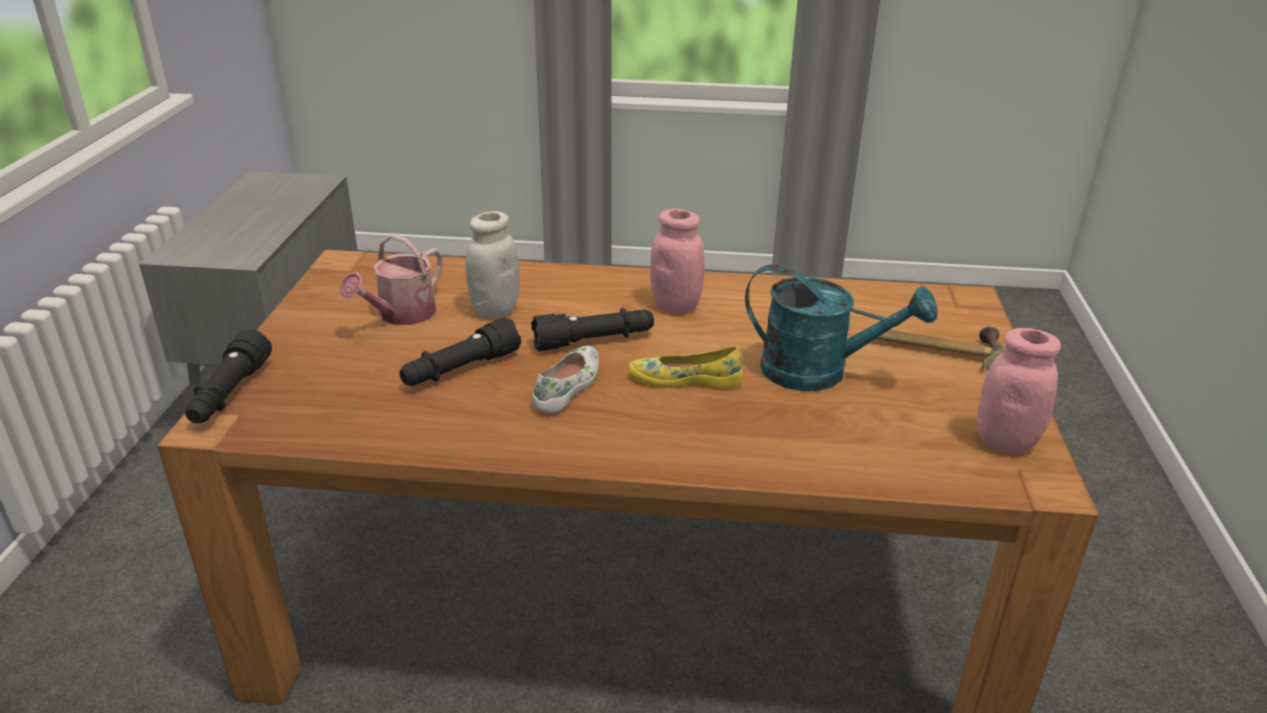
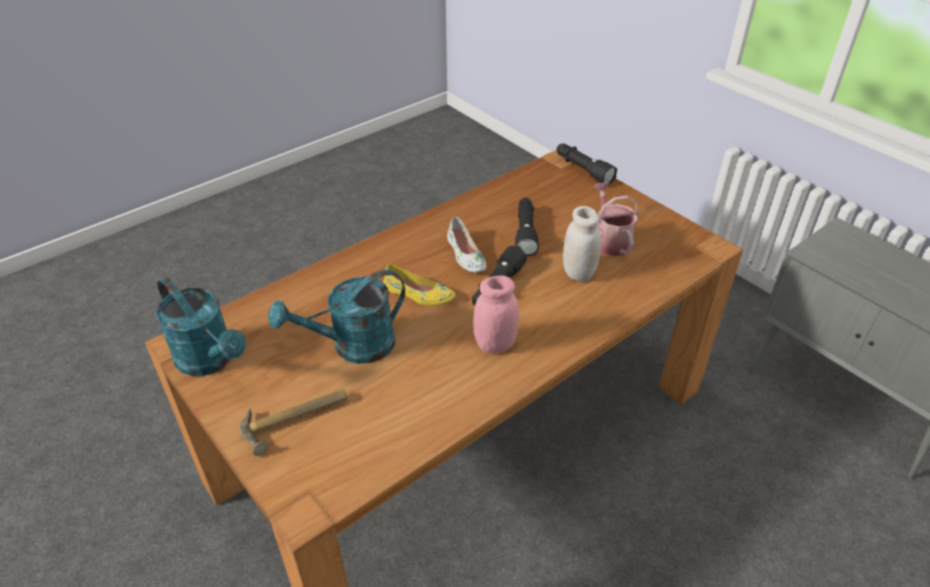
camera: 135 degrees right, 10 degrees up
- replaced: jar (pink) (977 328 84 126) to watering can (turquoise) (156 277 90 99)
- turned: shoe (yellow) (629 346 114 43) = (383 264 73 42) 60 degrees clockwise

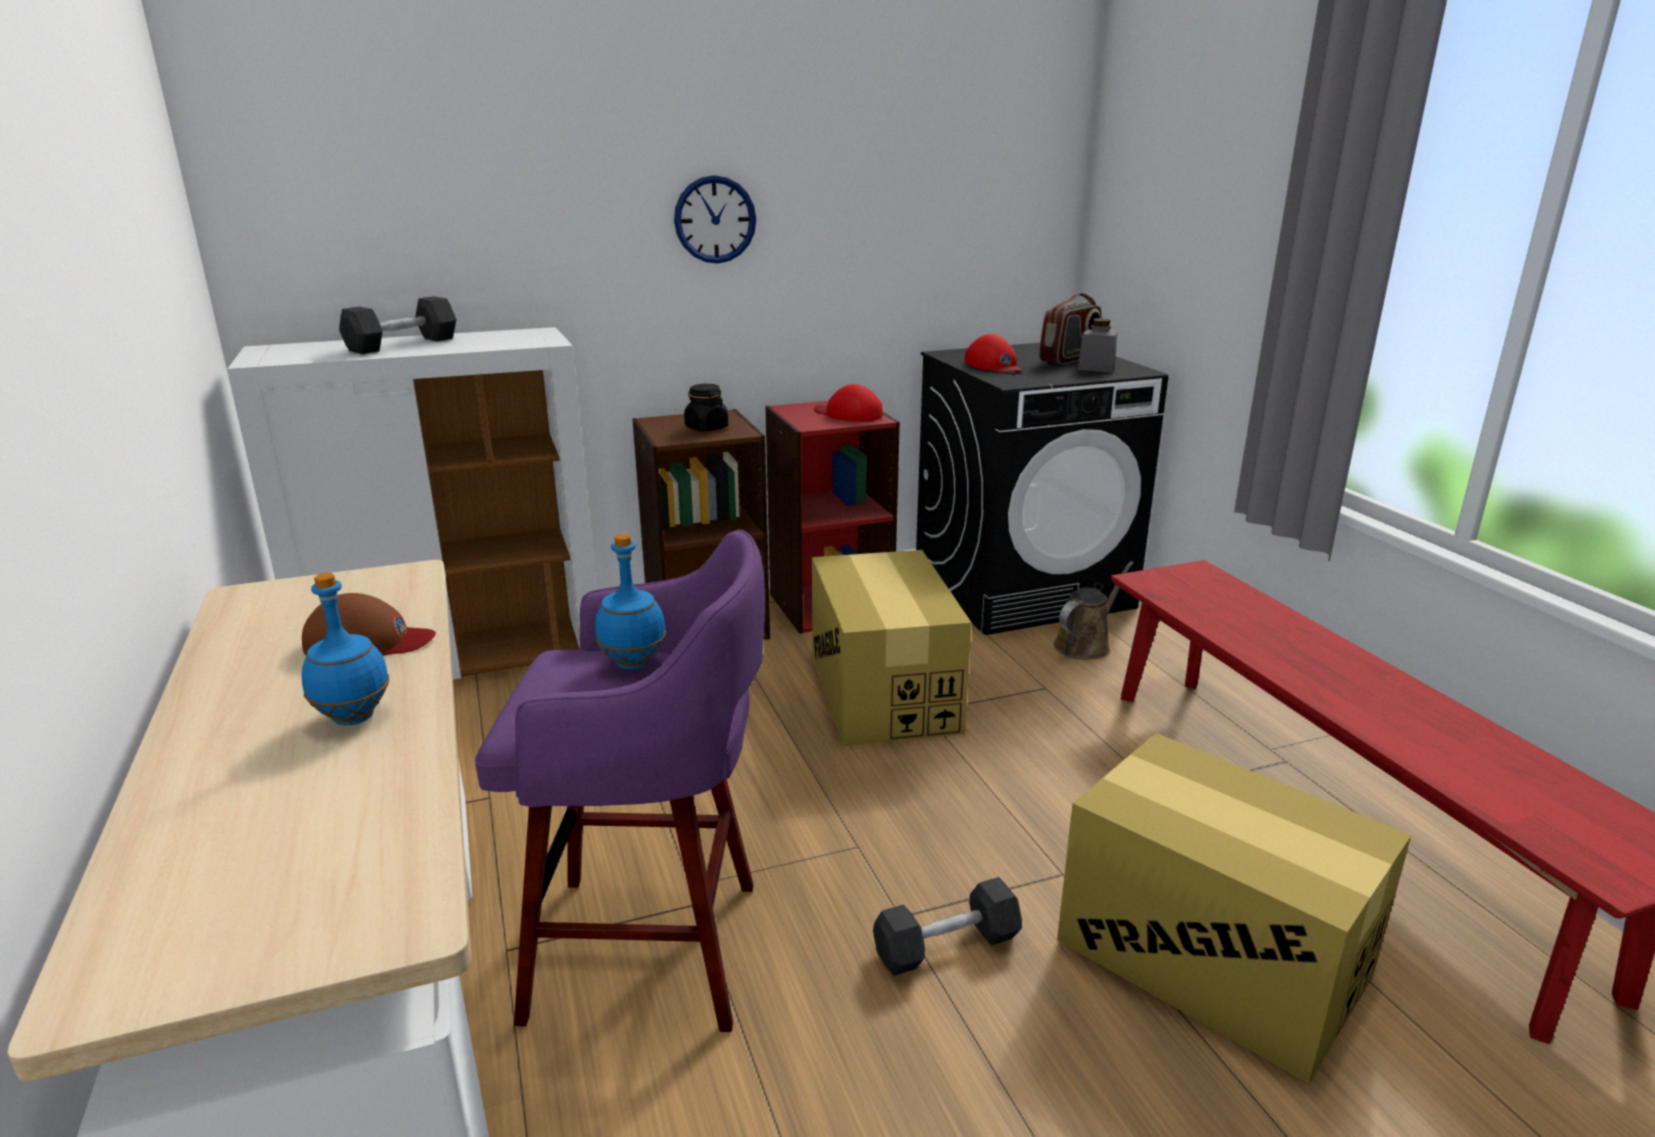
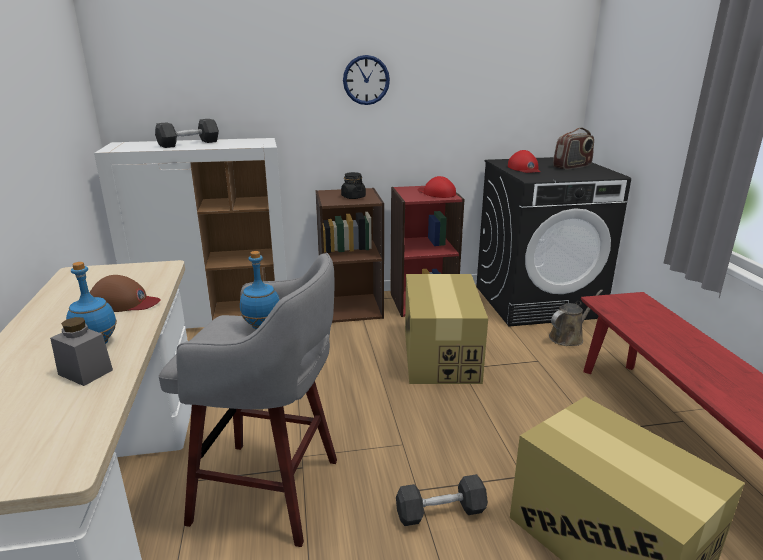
camera: 10 degrees right, 0 degrees up
- moved: jar (grey) (1078 318 40 55) to (50 317 63 69)
- recoloured: stool (purple) (475 529 290 503) to stool (grey) (159 253 178 294)

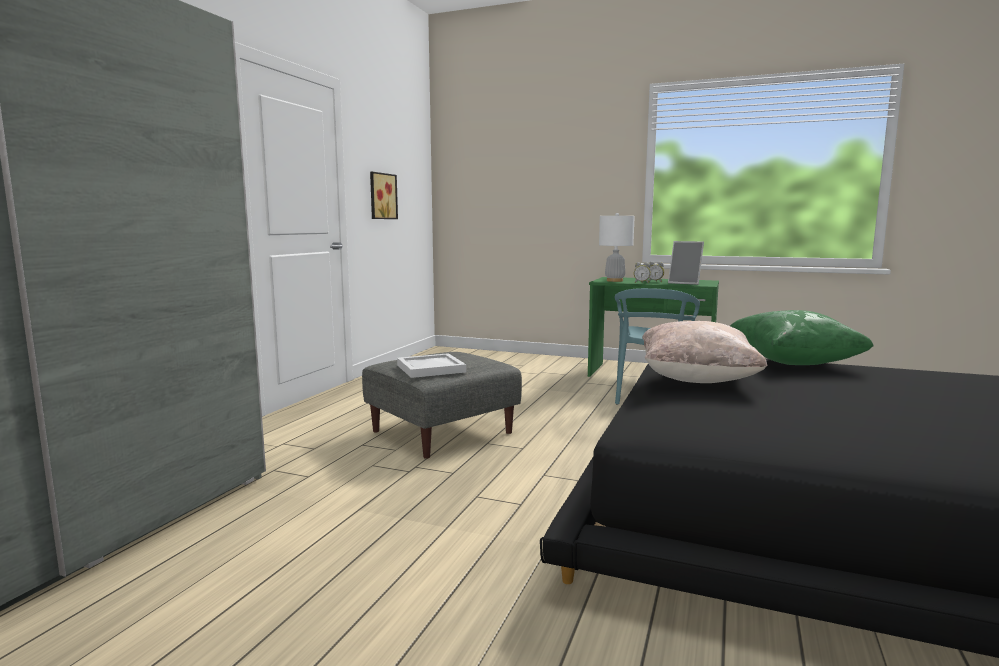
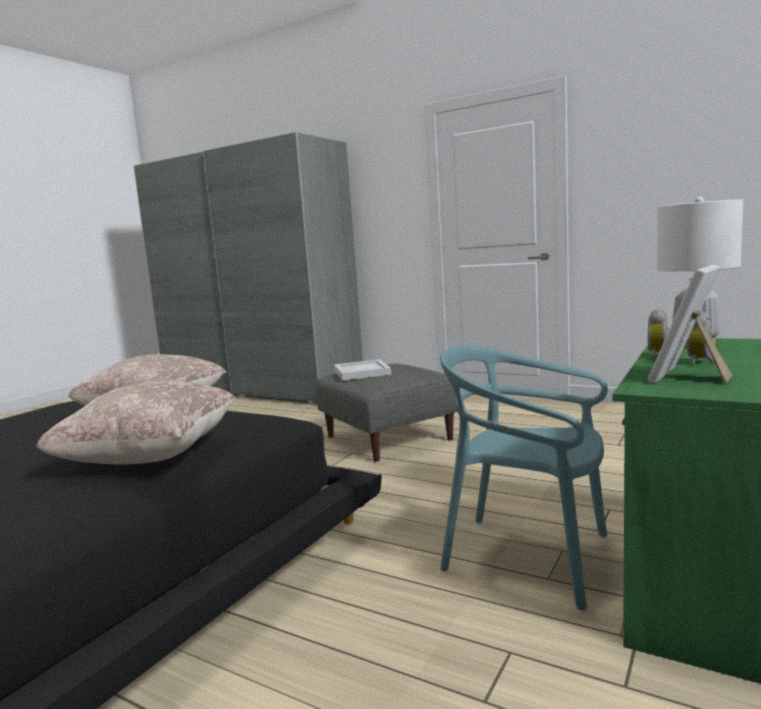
camera: 100 degrees right, 0 degrees up
- recoloured: pillow (green) (730 310 144 55) to pillow (beige) (36 382 201 82)
- removed: picture (370 172 28 47)

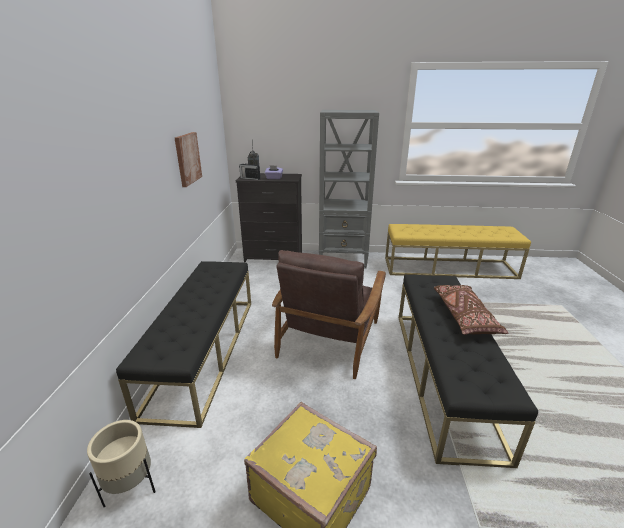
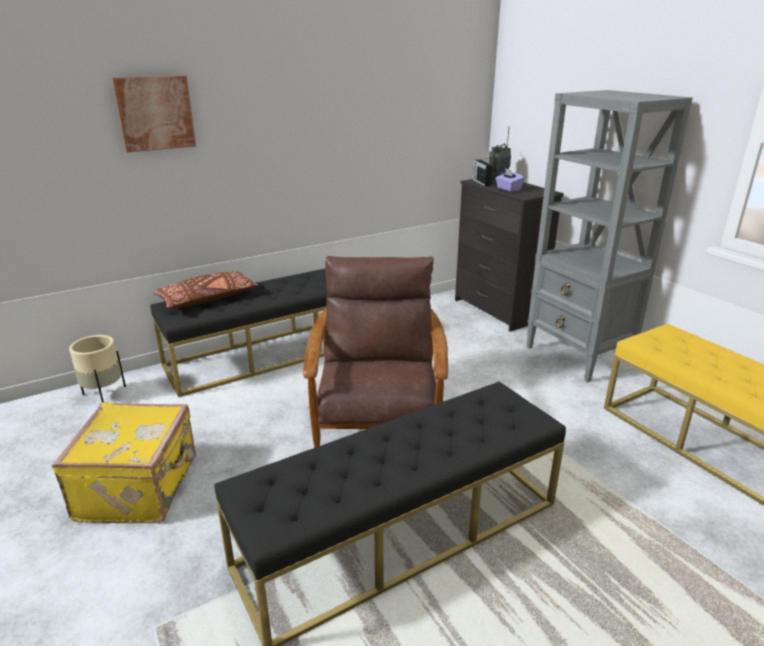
camera: 55 degrees right, 0 degrees up
- moved: picture (175 132 27 55) to (112 75 84 78)
- moved: pillow (brown) (434 285 74 50) to (153 271 105 37)
- turned: armchair (brown) (272 250 114 129) = (303 256 145 192) 105 degrees clockwise

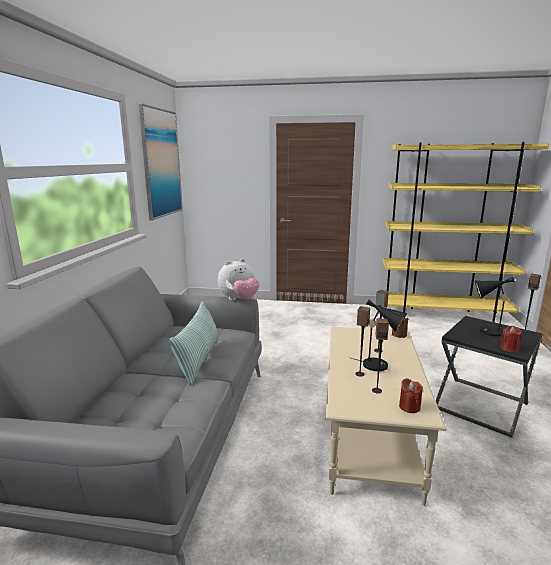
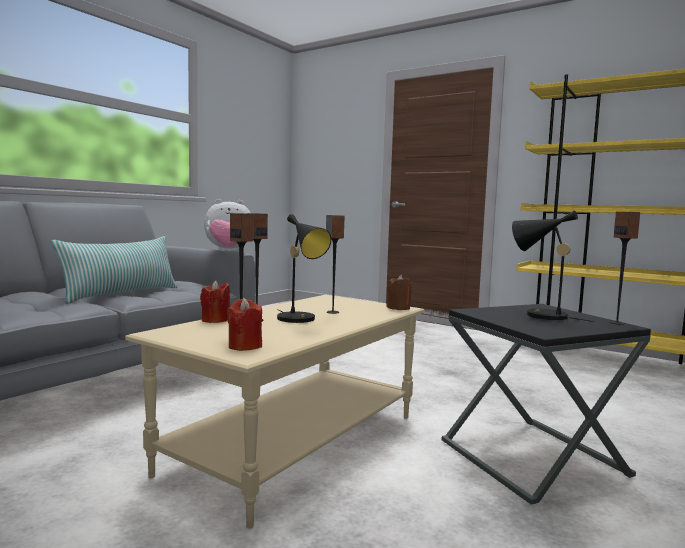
camera: 25 degrees right, 10 degrees down
- moved: candle (red) (500 326 22 26) to (200 281 30 42)
- removed: picture (139 103 44 117)

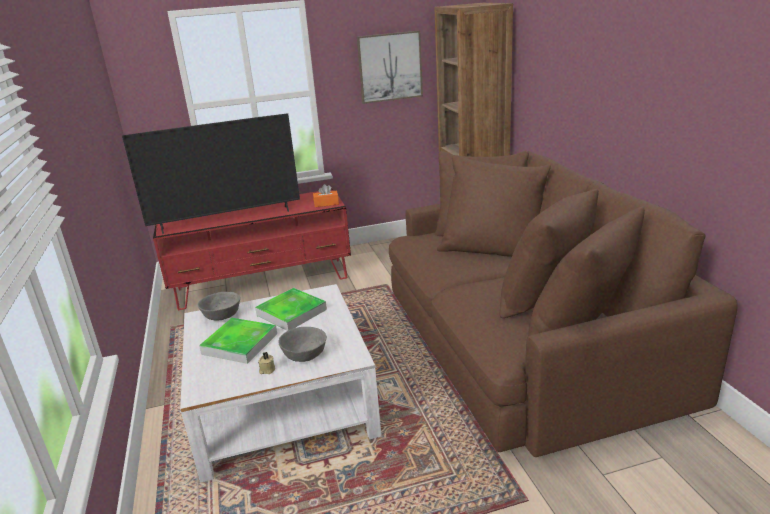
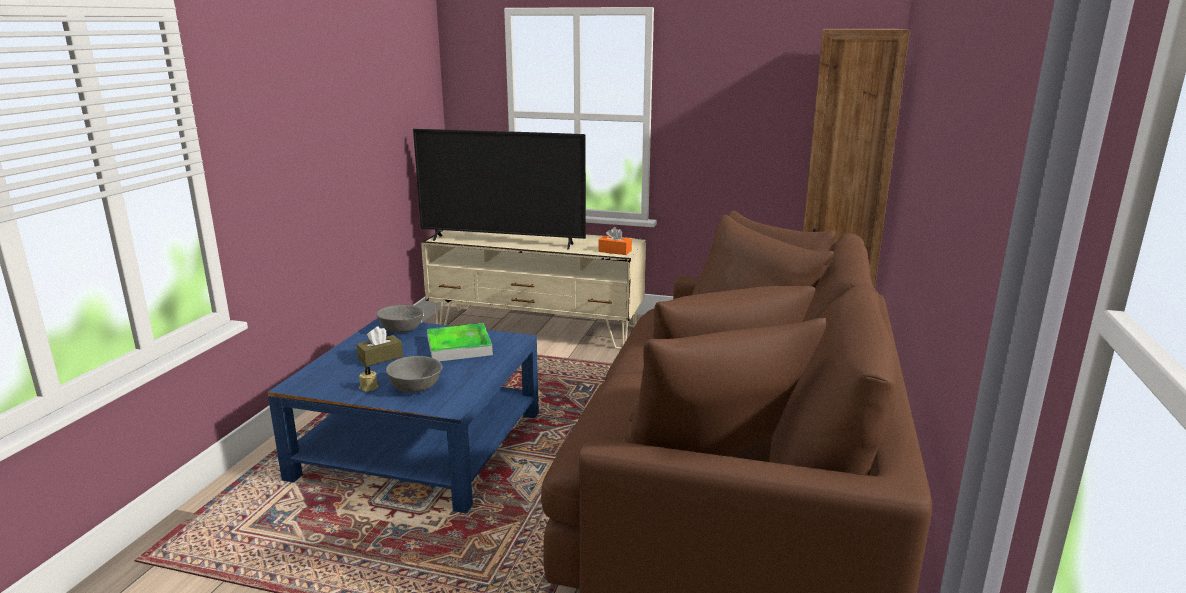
camera: 30 degrees right, 5 degrees down
- recoloured: coffee table (white) (180 284 201 199) to coffee table (blue) (267 318 272 196)
- replaced: tray (199 318 78 46) to tissue box (brown) (356 327 47 39)
- recoloured: tv stand (red) (153 189 198 121) to tv stand (beige) (421 230 225 119)
- removed: picture (357 31 66 73)

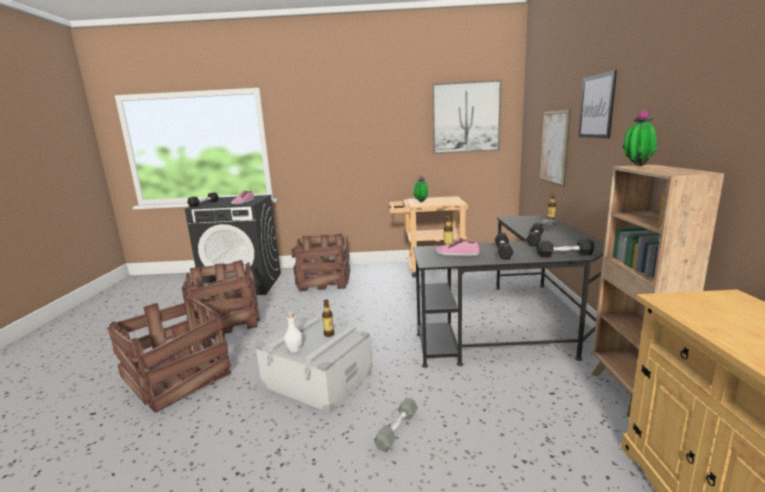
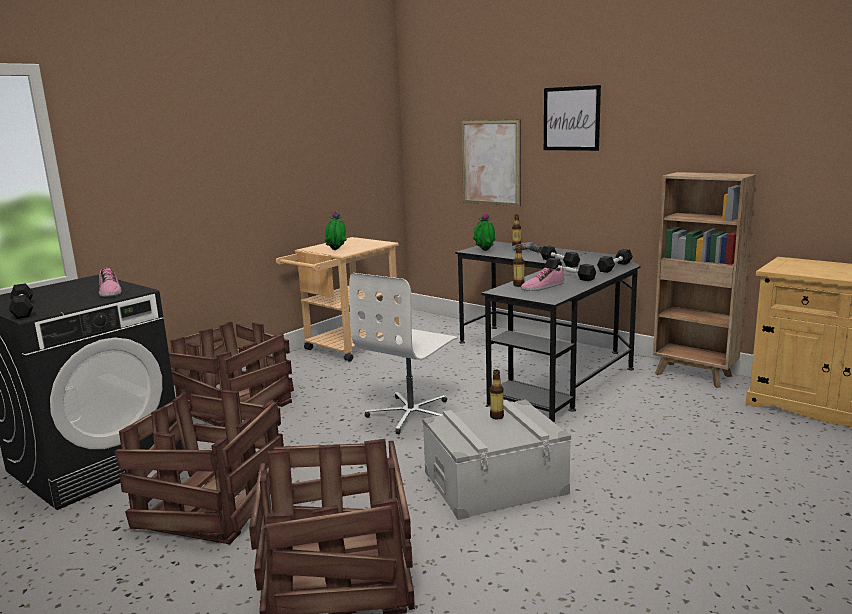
camera: 50 degrees left, 0 degrees up
- added: office chair (white) (349 273 109 161)
- moved: potted plant (622 110 35 56) to (473 213 22 38)
- removed: bottle (white) (284 312 19 41)
- removed: dumbbell (grey) (374 398 44 54)
- removed: picture (432 80 70 74)

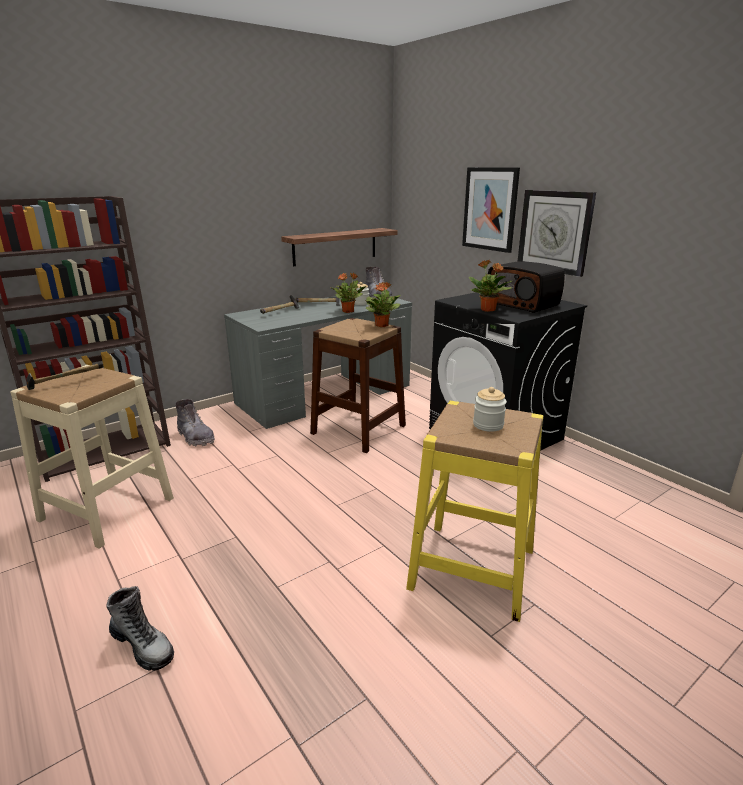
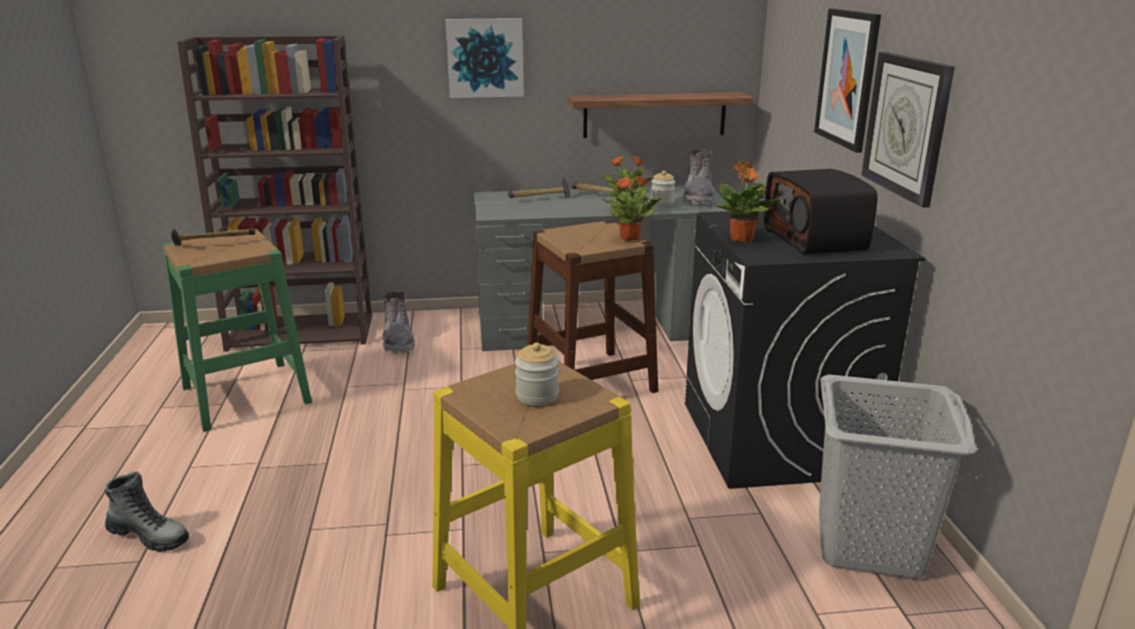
camera: 30 degrees right, 0 degrees up
- turned: boot (106 586 68 85) = (105 471 84 81) 45 degrees counterclockwise
- recoloured: stool (beige) (10 365 164 184) to stool (green) (163 229 149 203)
- added: picture (445 18 79 80)
- added: laundry basket (grey) (819 374 158 205)

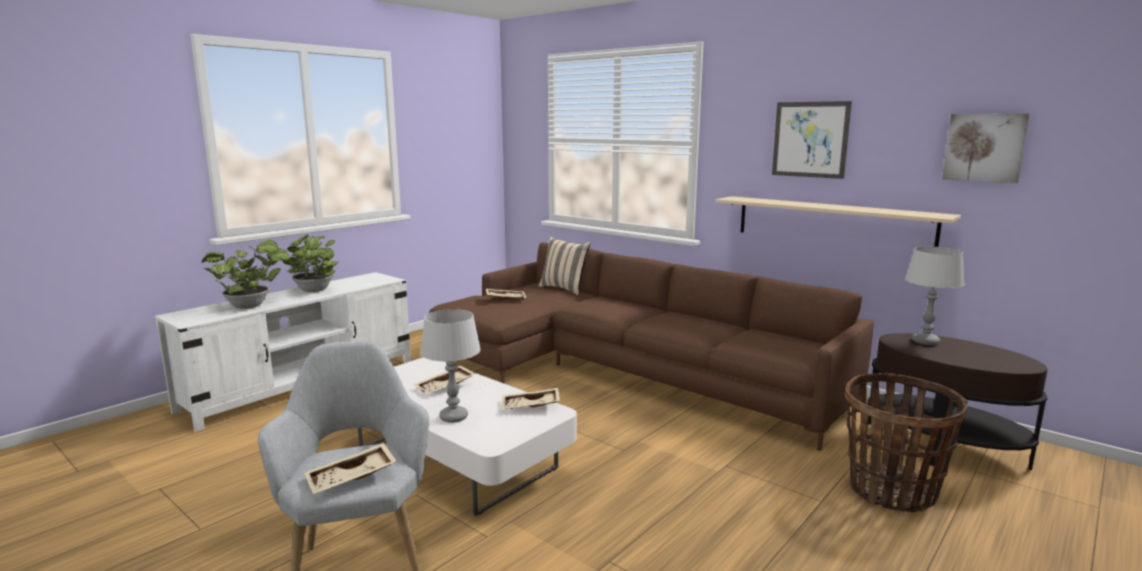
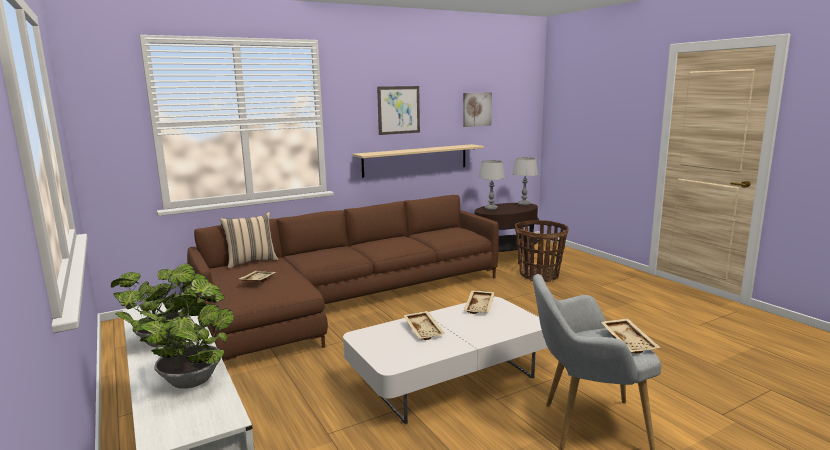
camera: 70 degrees left, 0 degrees up
- moved: table lamp (grey) (420 309 61 114) to (512 157 26 49)

